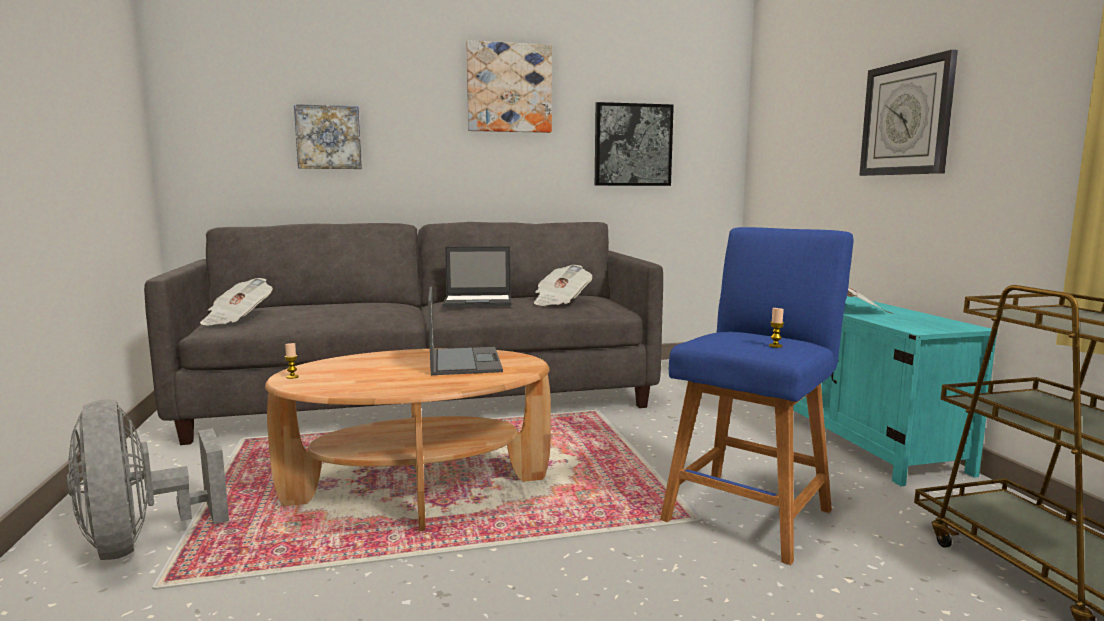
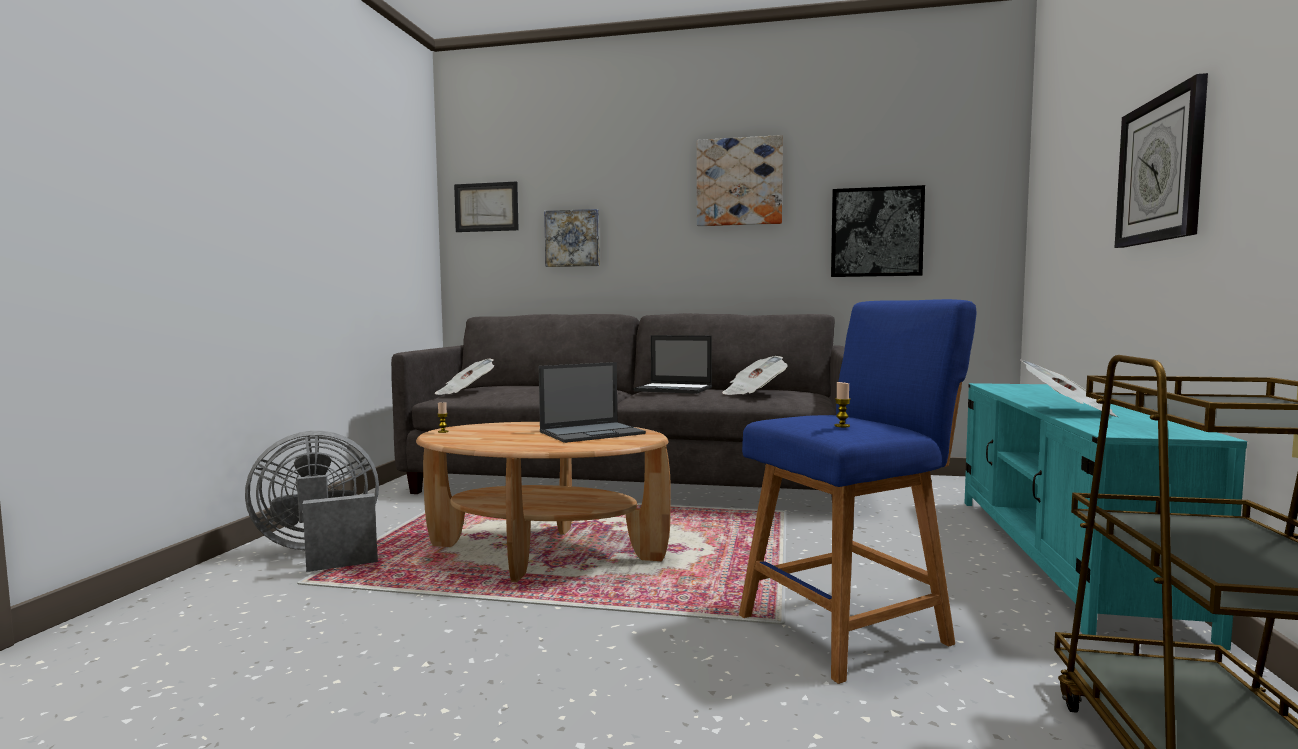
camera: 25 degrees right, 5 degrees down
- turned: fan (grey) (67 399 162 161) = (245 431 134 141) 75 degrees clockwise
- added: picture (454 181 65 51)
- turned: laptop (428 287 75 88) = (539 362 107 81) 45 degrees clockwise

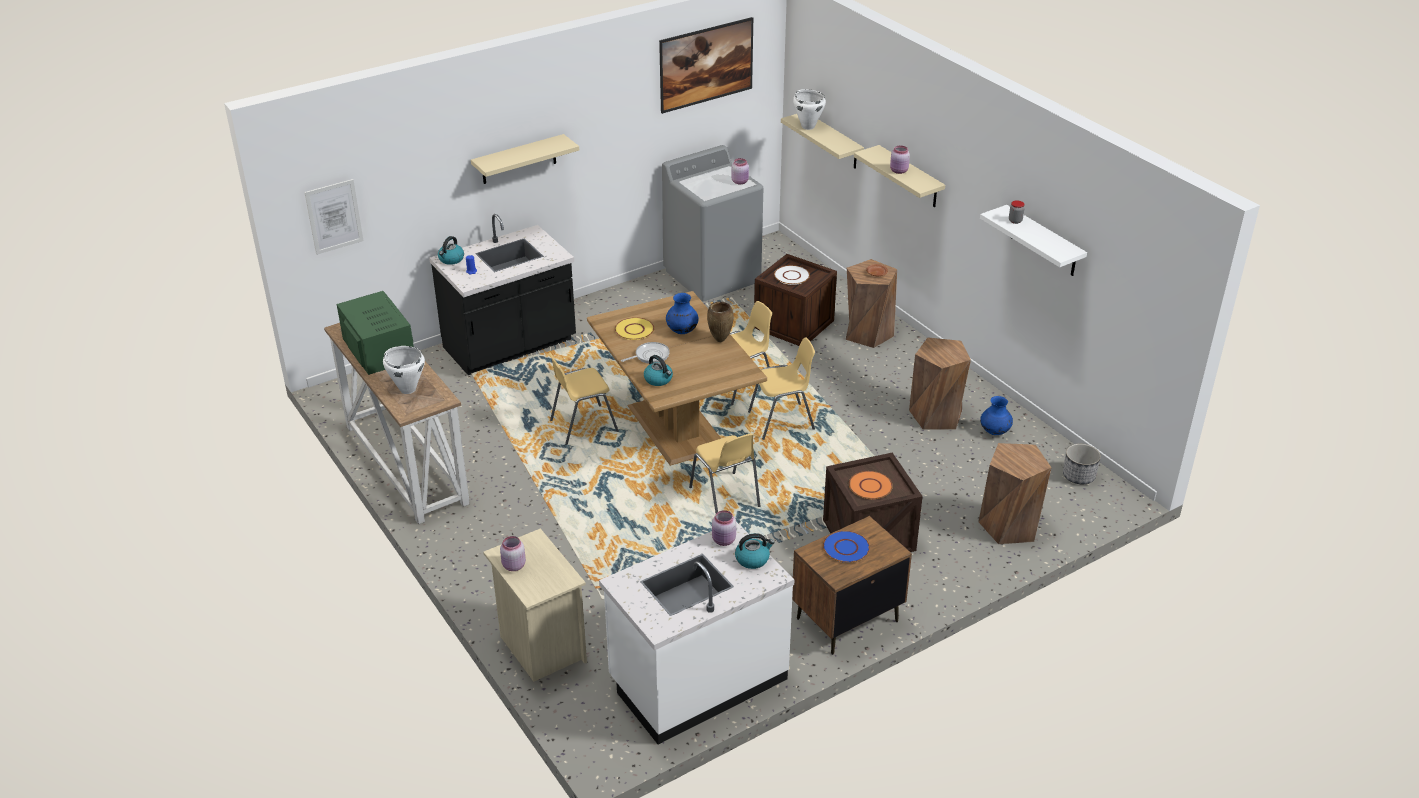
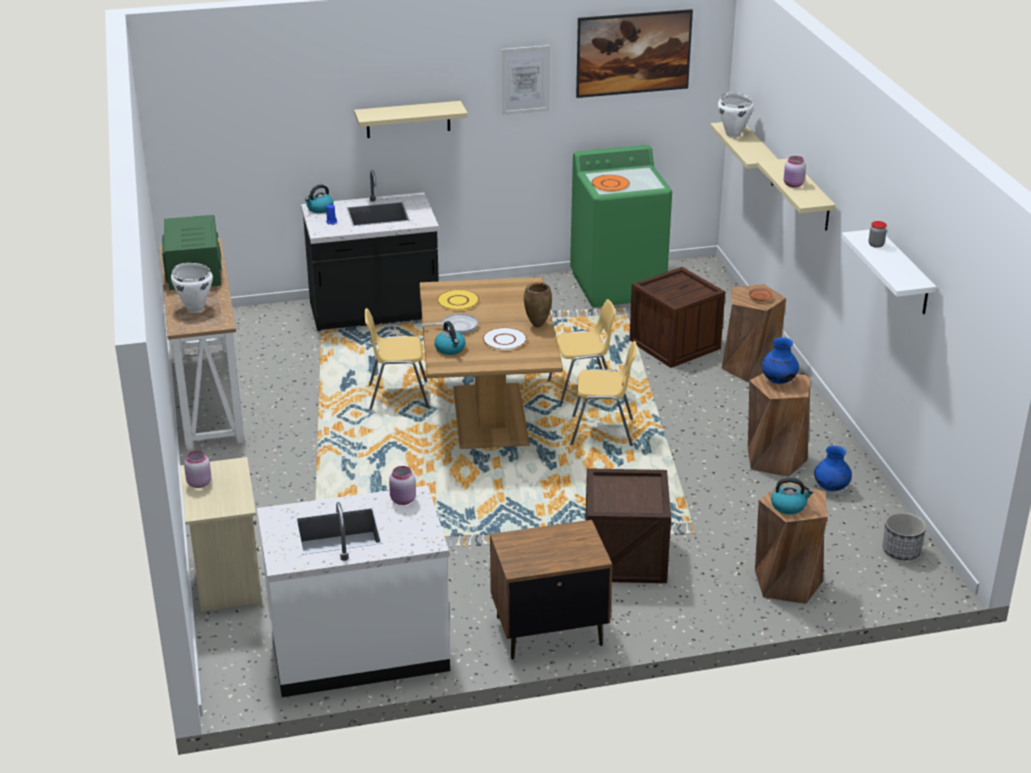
camera: 20 degrees right, 5 degrees down
- moved: plate (white) (774 265 36 20) to (483 327 44 23)
- moved: picture (305 179 59 76) to (502 45 48 70)
- recoloured: washing machine (grey) (662 145 102 157) to washing machine (green) (570 145 102 162)
- moved: plate (orange) (849 471 44 28) to (592 175 38 17)
- moved: vase (blue) (666 293 33 41) to (762 337 37 47)
- moved: kettle (735 533 40 36) to (771 478 42 36)
- removed: chair (yellow) (689 433 71 81)
- removed: jar (pink) (731 158 18 26)
- removed: plate (blue) (823 531 47 32)

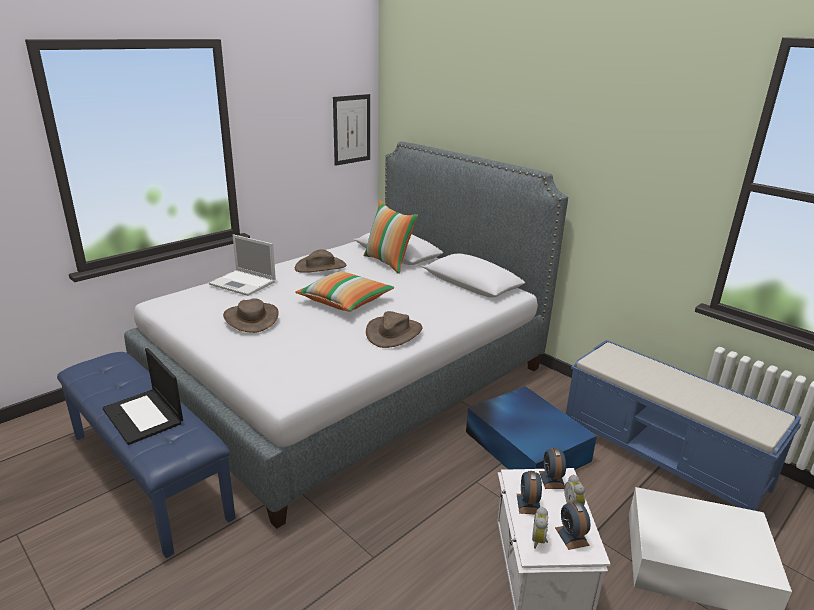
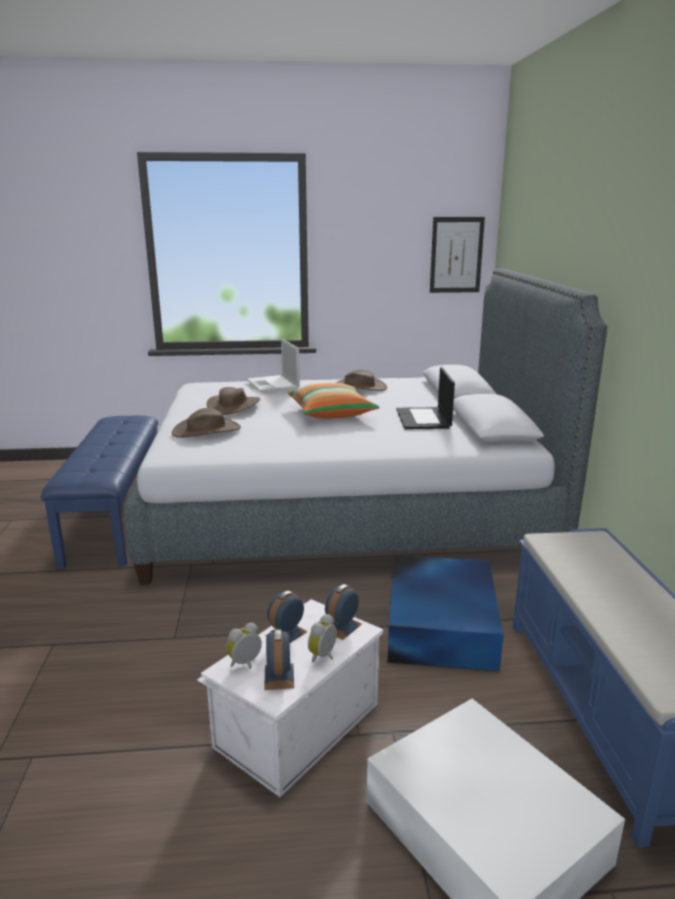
camera: 40 degrees right, 5 degrees down
- moved: hat (brown) (366 311 57 37) to (172 408 69 30)
- turned: alarm clock (555 501 36 49) = (264 629 30 61) 150 degrees clockwise
- moved: laptop (102 348 81 97) to (396 367 59 62)
- removed: pillow (364 200 54 74)

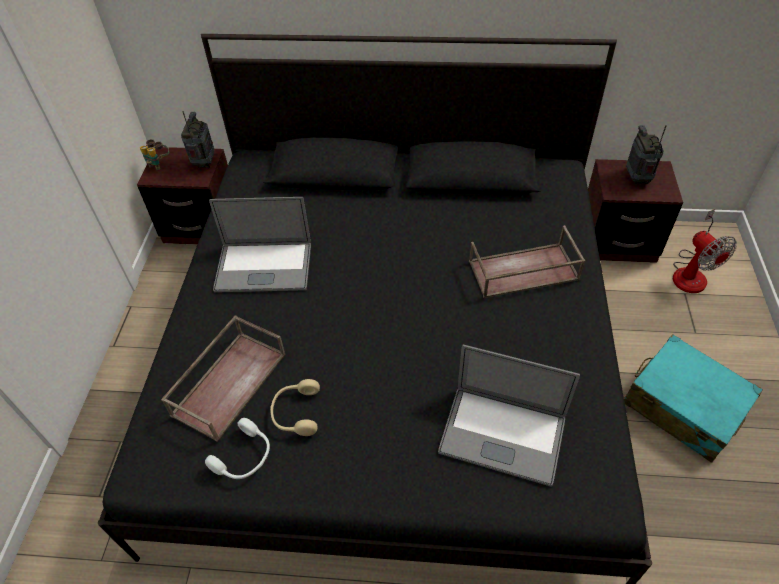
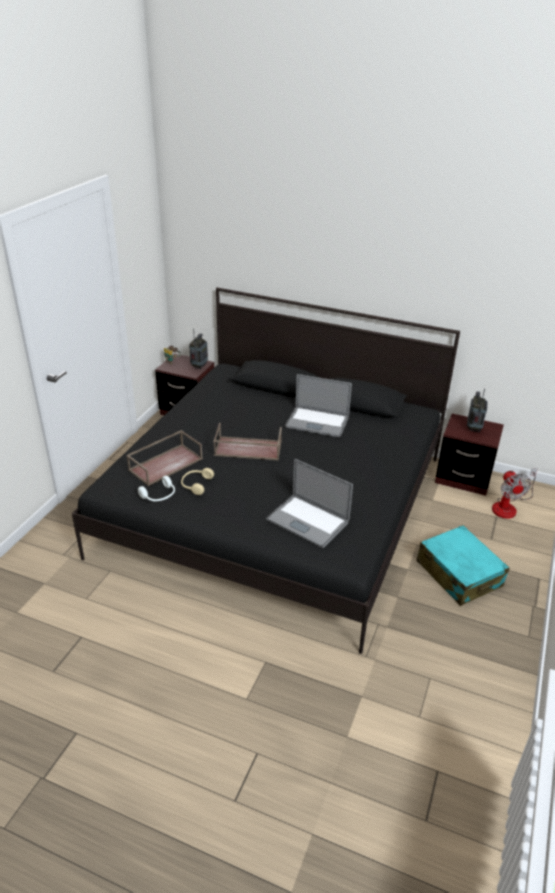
camera: 15 degrees right, 15 degrees down
- moved: tray (brown) (469 225 116 73) to (213 423 69 38)
- moved: laptop (209 197 102 95) to (285 374 67 64)

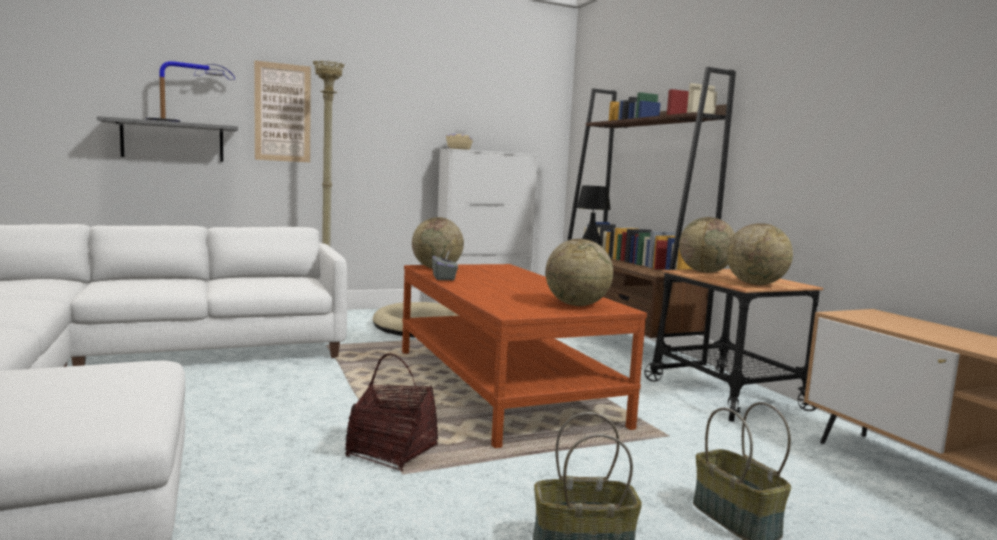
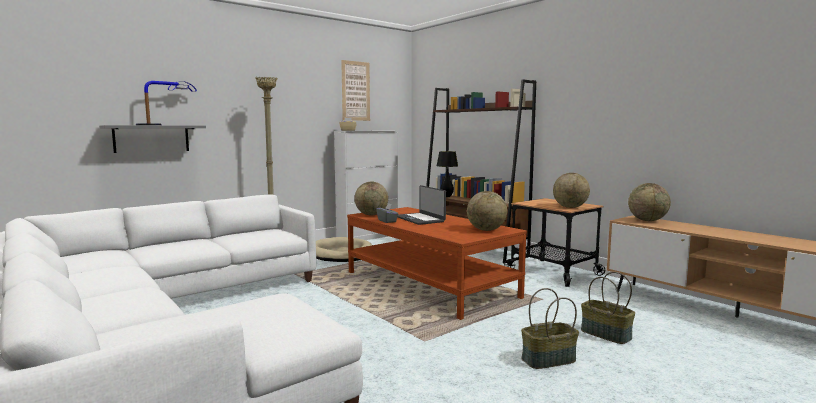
camera: 15 degrees left, 0 degrees up
- moved: picture (254 60 57 102) to (341 60 29 61)
- added: laptop (398 185 48 40)
- moved: globe (679 217 56 56) to (628 183 43 38)
- removed: basket (345 353 93 118)

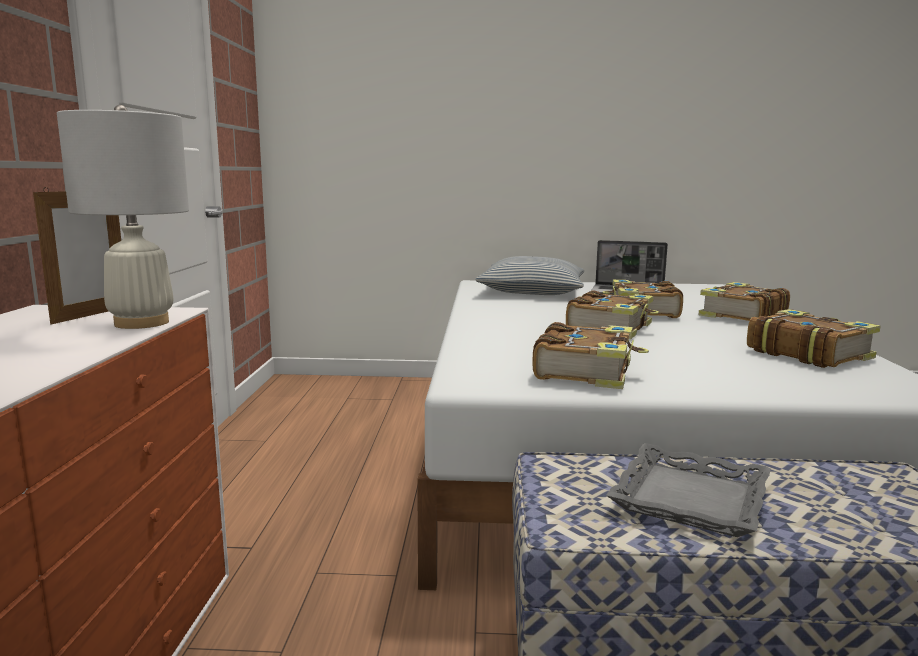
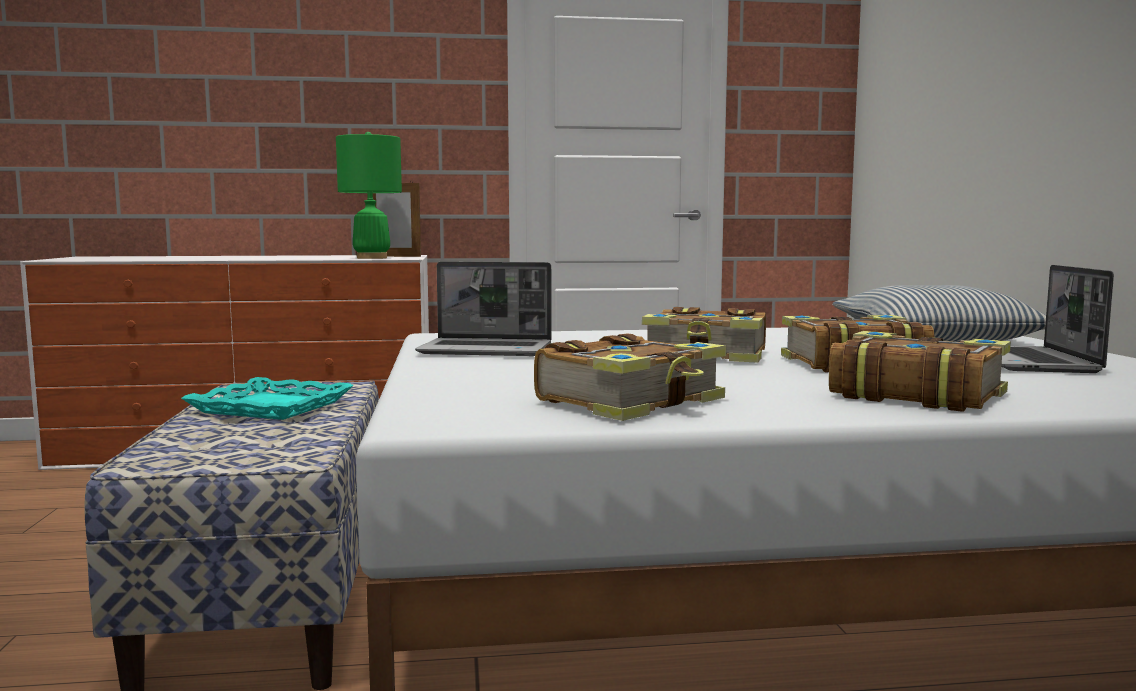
camera: 80 degrees right, 5 degrees down
- recoloured: tray (grey) (606 443 165 94) to tray (turquoise) (181 377 173 43)
- recoloured: table lamp (white) (57 105 132 224) to table lamp (green) (336 132 66 127)
- replaced: book (532 322 117 67) to laptop (415 262 136 94)

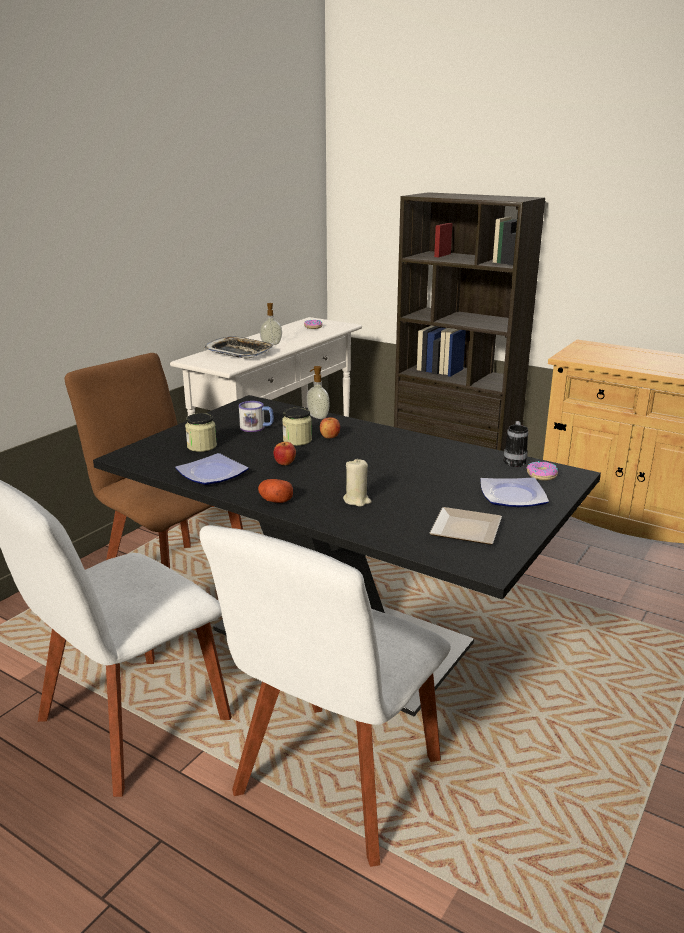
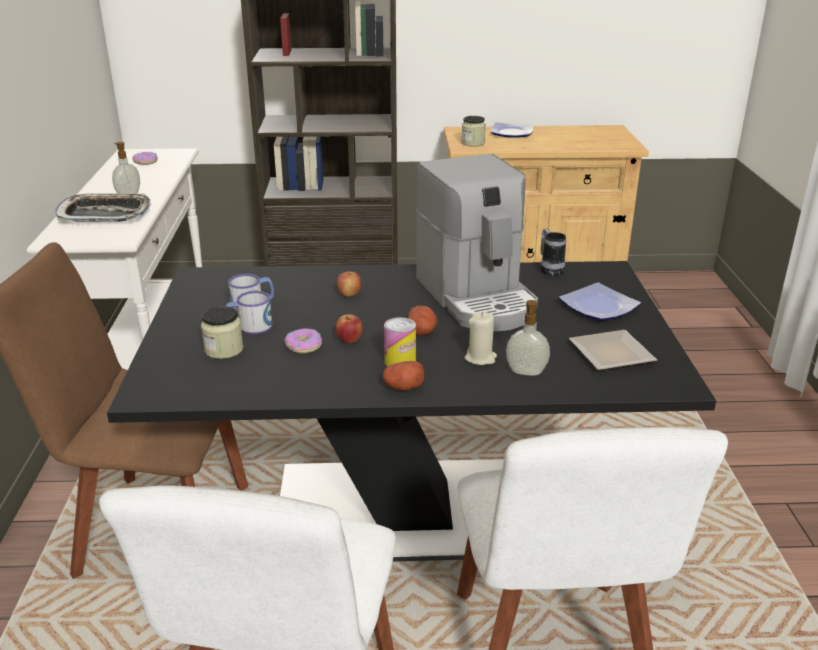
camera: 35 degrees left, 5 degrees up
- added: mug (226 291 46 43)
- moved: donut (527 461 31 20) to (285 329 37 25)
- added: can (384 317 32 49)
- added: potato (408 306 29 29)
- added: coffee machine (416 154 122 177)
- moved: jar (282 408 30 38) to (461 116 25 30)
- moved: plate (175 453 74 32) to (491 122 42 16)
- moved: soap dispenser (307 366 23 53) to (506 300 44 76)

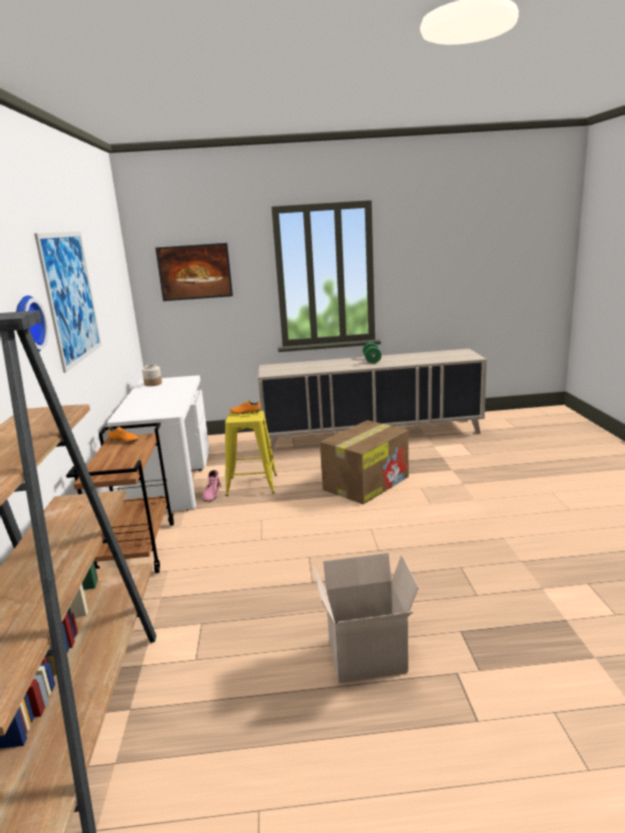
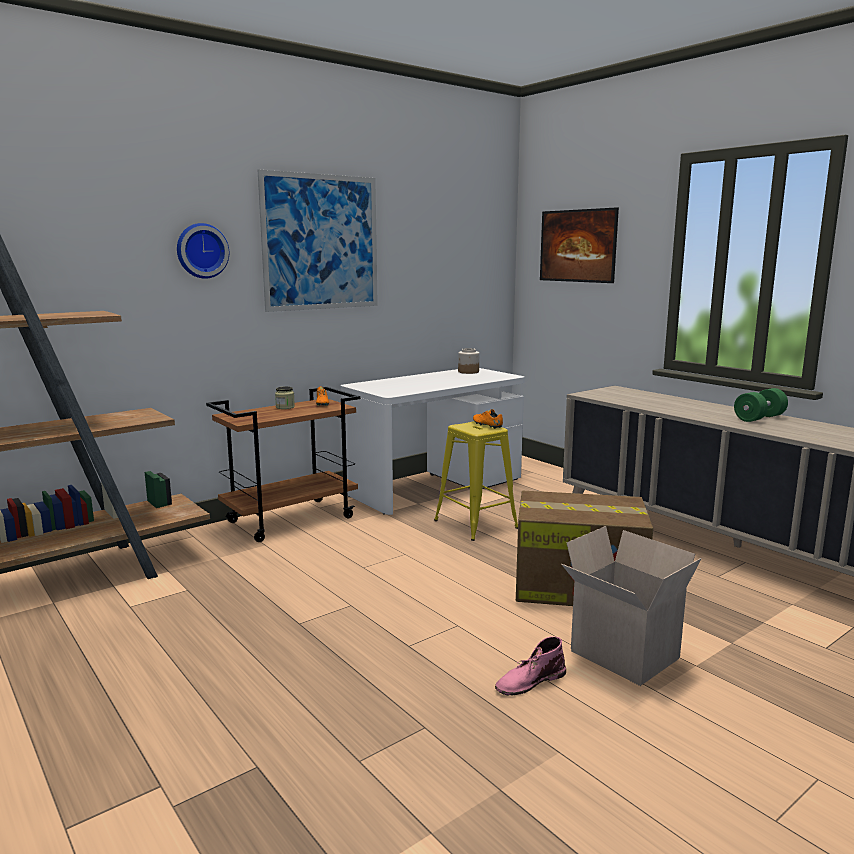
camera: 55 degrees right, 5 degrees down
- added: jar (275 387 20 22)
- moved: boot (pink) (202 470 19 32) to (495 636 71 60)
- moved: cardboard box (313 553 106 131) to (561 526 141 160)

